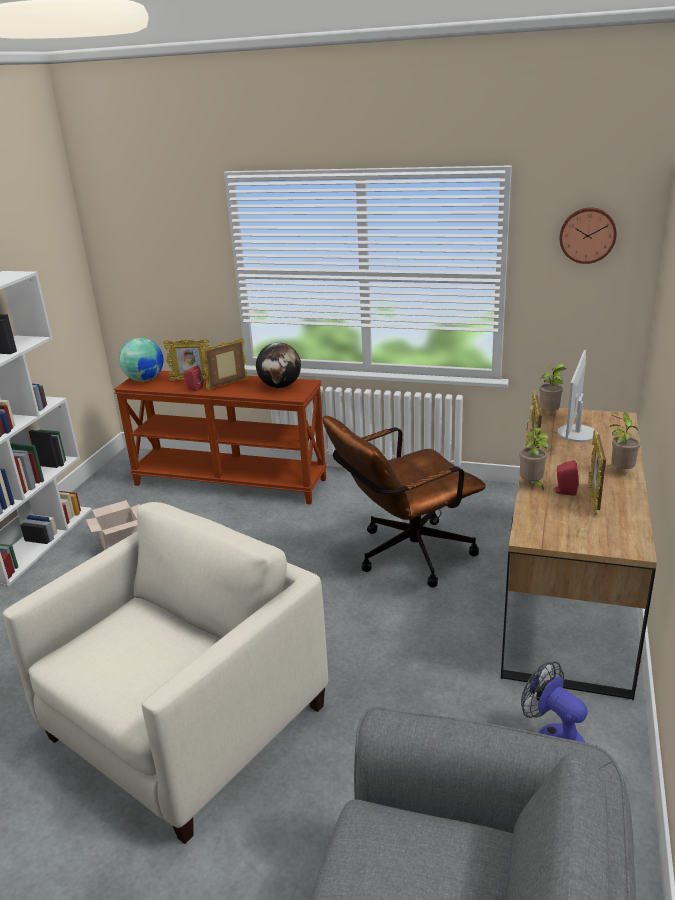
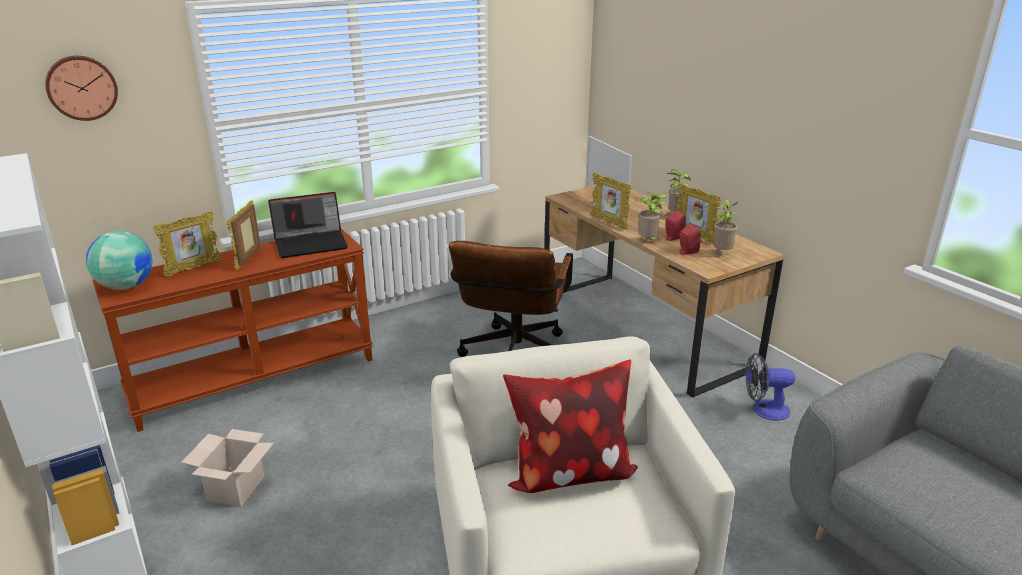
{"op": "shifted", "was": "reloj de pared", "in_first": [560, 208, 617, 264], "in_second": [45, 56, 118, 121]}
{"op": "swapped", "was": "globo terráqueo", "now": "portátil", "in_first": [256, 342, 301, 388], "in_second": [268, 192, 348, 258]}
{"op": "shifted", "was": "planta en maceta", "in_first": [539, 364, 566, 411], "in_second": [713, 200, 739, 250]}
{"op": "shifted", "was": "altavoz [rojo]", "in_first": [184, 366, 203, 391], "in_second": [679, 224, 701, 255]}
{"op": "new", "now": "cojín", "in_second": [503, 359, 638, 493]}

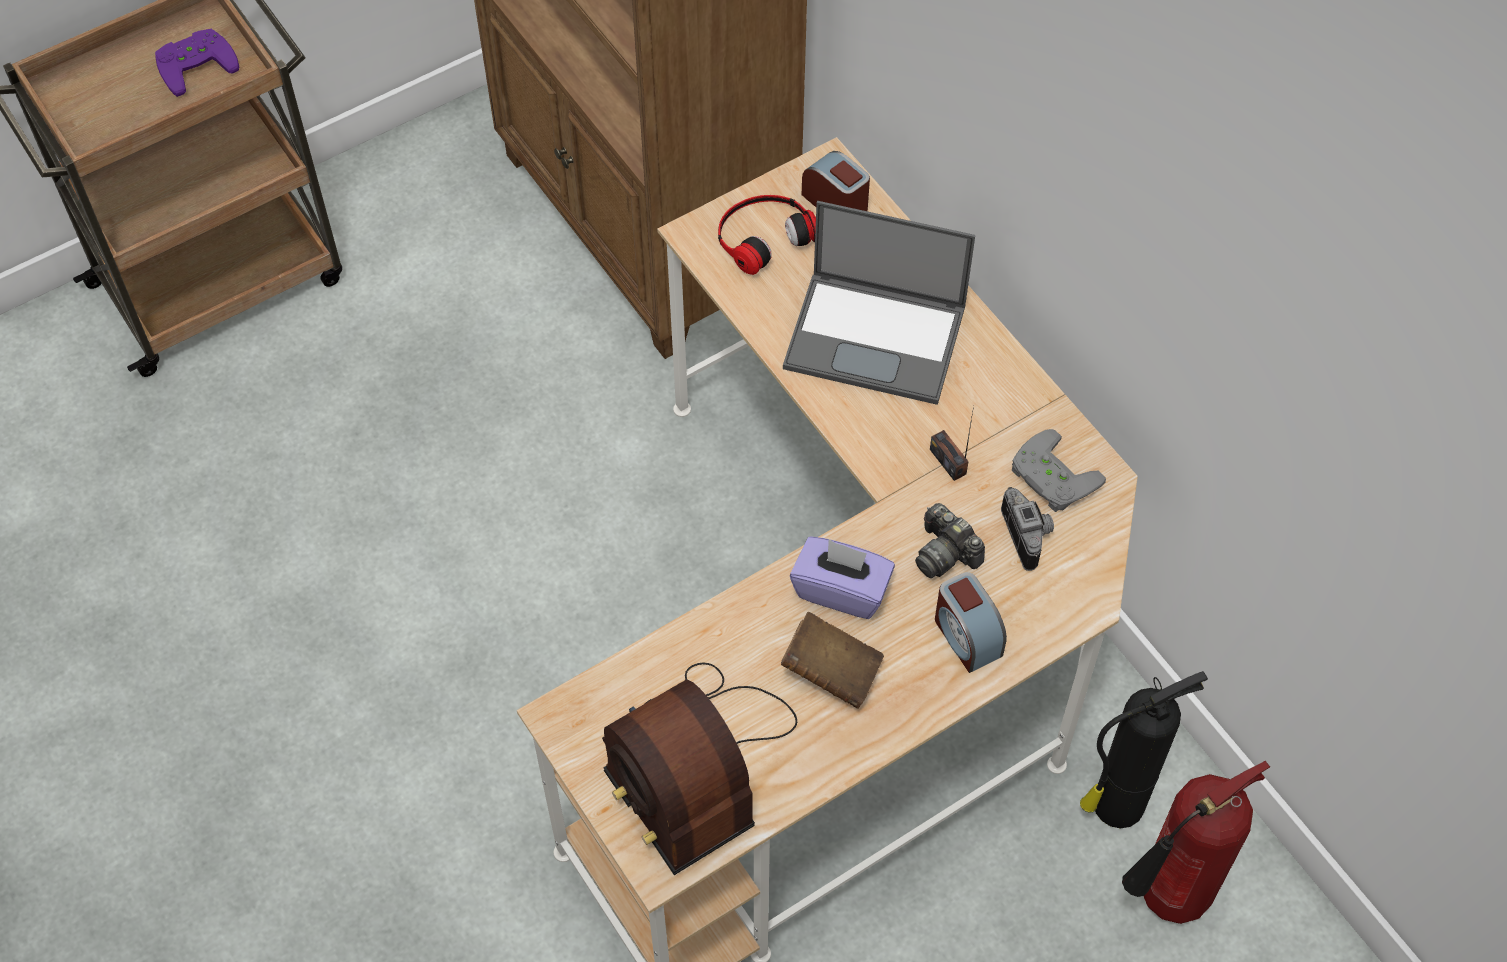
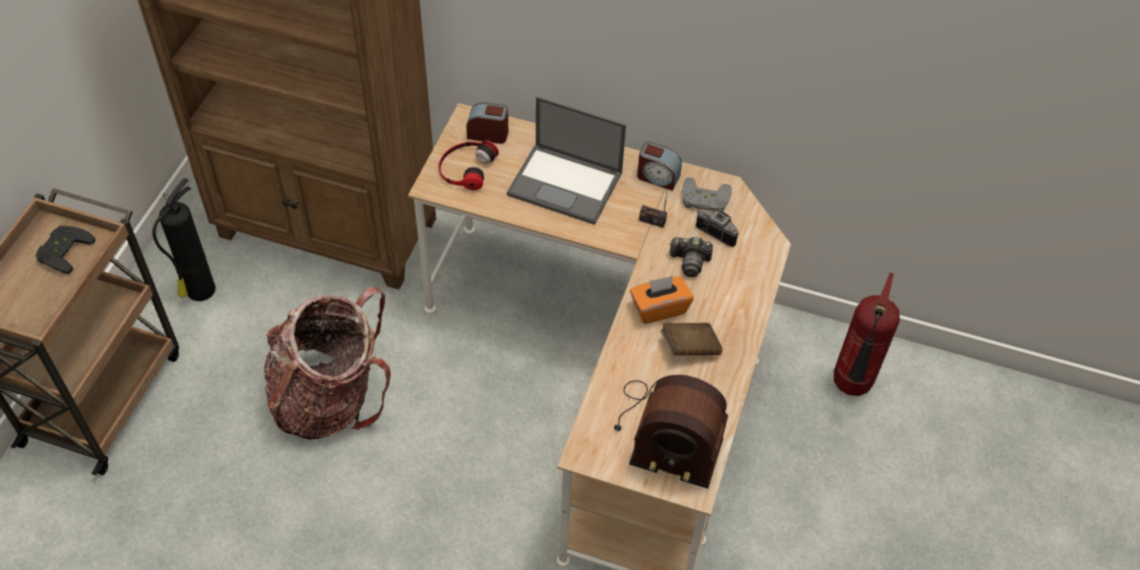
{"op": "repainted", "was": "mando de consola [morado]", "now": "mando de consola [negro]", "in_first": [155, 29, 239, 97], "in_second": [36, 226, 96, 274]}
{"op": "rotated", "was": "portátil", "in_first": [783, 201, 975, 405], "in_second": [507, 96, 626, 225], "clockwise": 45}
{"op": "repainted", "was": "caja de pañuelos [morado]", "now": "caja de pañuelos [naranja]", "in_first": [790, 536, 895, 619], "in_second": [630, 276, 694, 324]}
{"op": "shifted", "was": "despertador", "in_first": [935, 572, 1007, 673], "in_second": [637, 142, 682, 191]}
{"op": "shifted", "was": "extintor", "in_first": [1080, 671, 1208, 829], "in_second": [152, 178, 216, 301]}
{"op": "new", "now": "mochila", "in_second": [264, 287, 391, 440]}

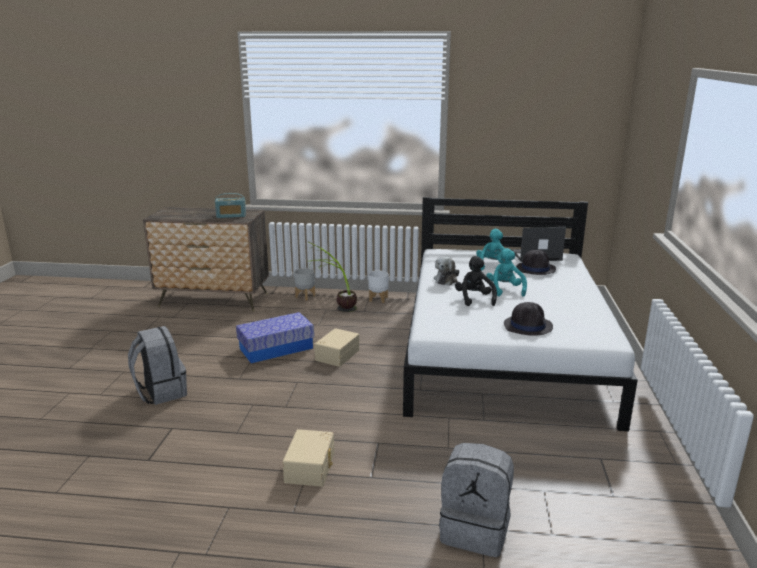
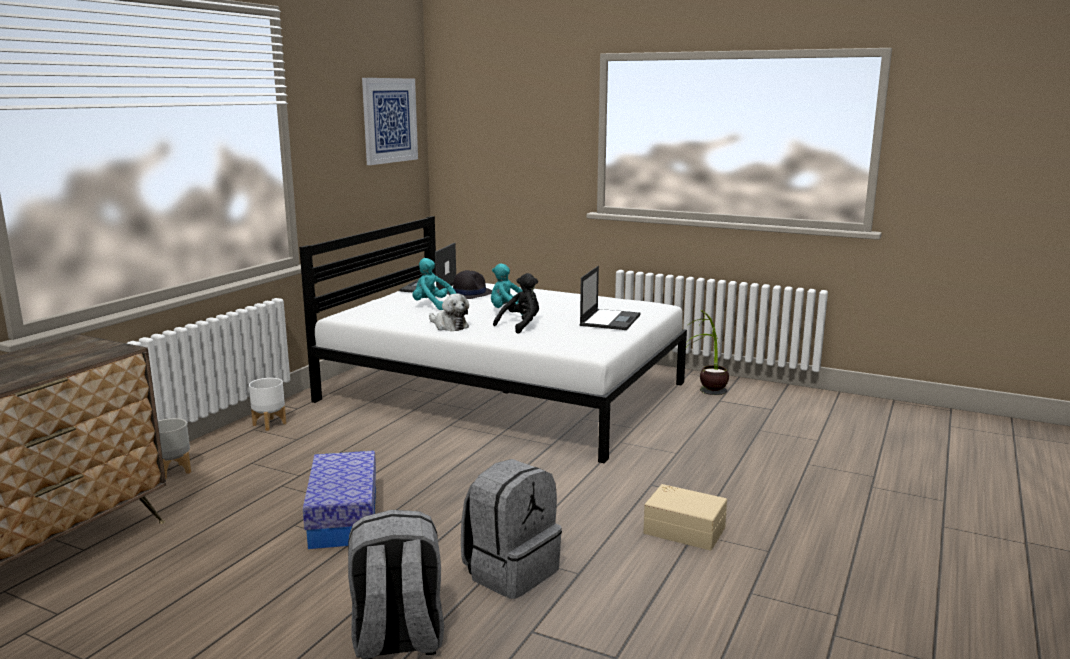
{"op": "gone", "was": "radio", "in_first": [215, 193, 246, 218]}
{"op": "shifted", "was": "planta en maceta", "in_first": [308, 242, 357, 312], "in_second": [684, 310, 729, 395]}
{"op": "rotated", "was": "peluche [negro]", "in_first": [455, 256, 497, 306], "in_second": [493, 273, 539, 334], "clockwise": 120}
{"op": "swapped", "was": "sombrero [negro]", "now": "portátil", "in_first": [504, 302, 553, 336], "in_second": [579, 266, 640, 330]}
{"op": "gone", "was": "caja de almacenaje [beis]", "in_first": [314, 328, 359, 367]}
{"op": "shifted", "was": "mochila [gris]", "in_first": [439, 443, 514, 557], "in_second": [461, 459, 562, 599]}
{"op": "new", "now": "cuadro", "in_second": [362, 78, 418, 165]}

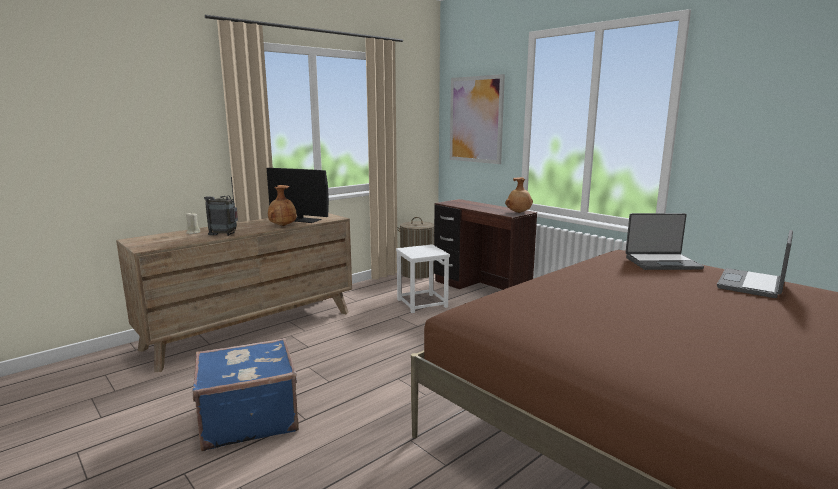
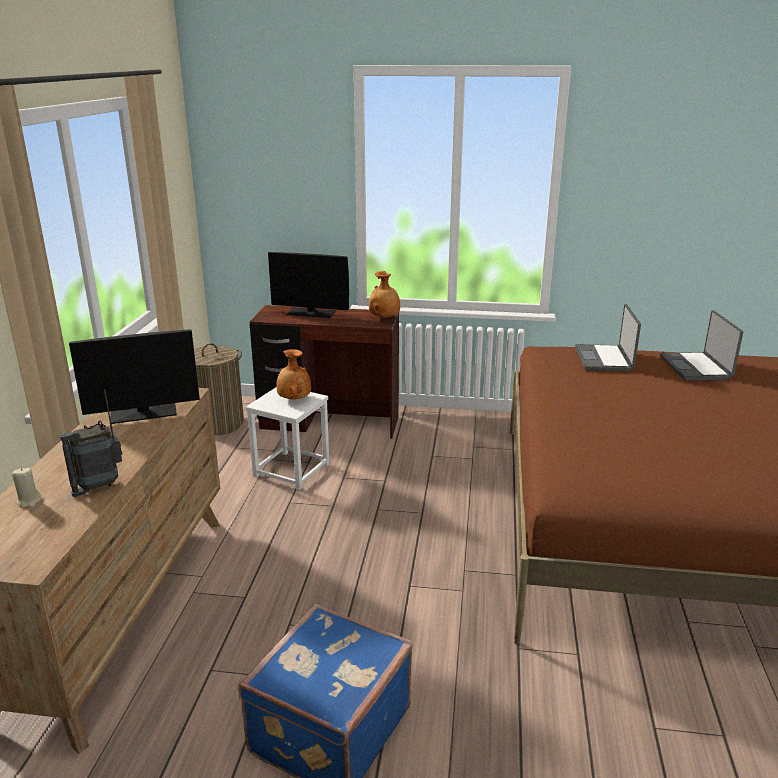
{"op": "gone", "was": "cuadro", "in_first": [450, 74, 505, 164]}
{"op": "shifted", "was": "florero [marrón]", "in_first": [268, 185, 296, 226], "in_second": [276, 349, 311, 400]}
{"op": "rotated", "was": "portátil", "in_first": [625, 213, 704, 270], "in_second": [575, 304, 641, 372], "clockwise": 135}
{"op": "new", "now": "monitor", "in_second": [268, 252, 349, 318]}

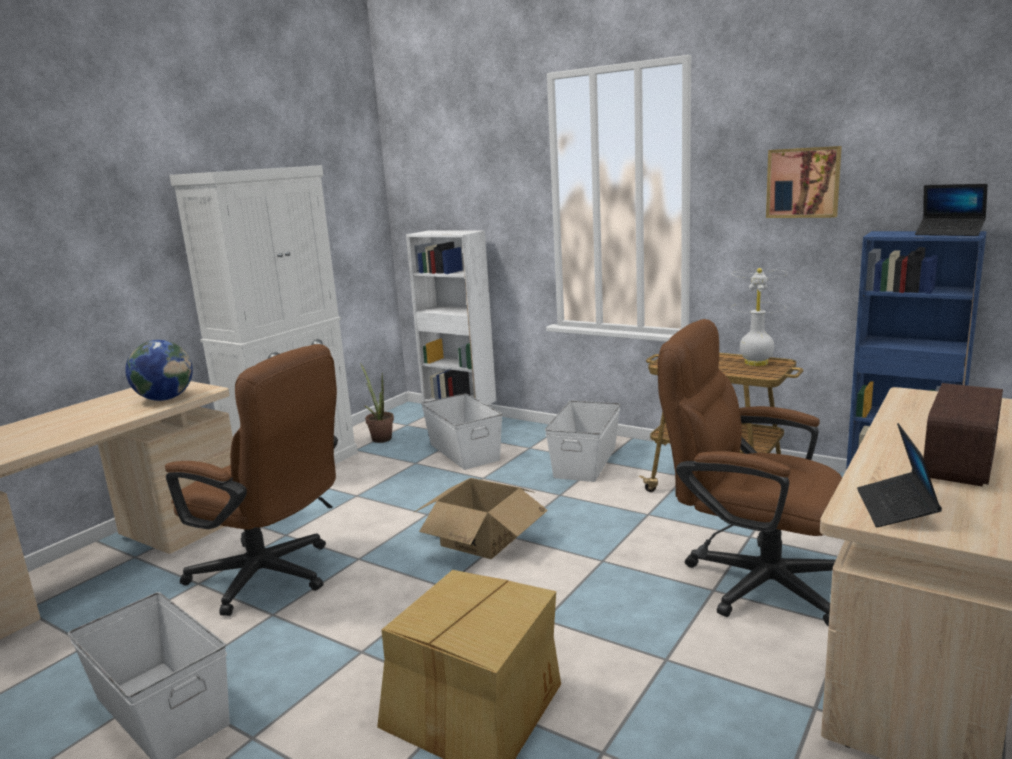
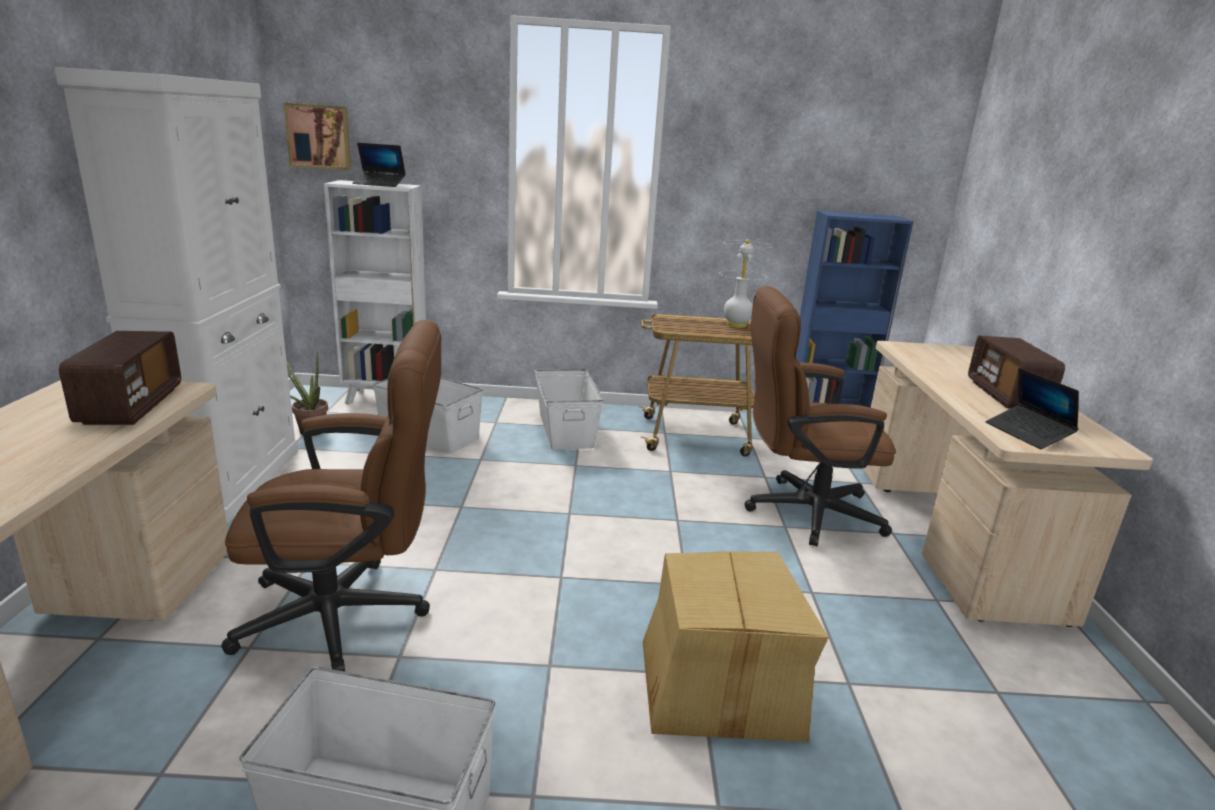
{"op": "shifted", "was": "cuadro", "in_first": [766, 146, 842, 218], "in_second": [284, 103, 351, 170]}
{"op": "shifted", "was": "portátil", "in_first": [915, 184, 988, 236], "in_second": [353, 142, 406, 187]}
{"op": "swapped", "was": "globo terráqueo", "now": "radio", "in_first": [125, 340, 193, 401], "in_second": [59, 331, 181, 425]}
{"op": "gone", "was": "caja de cartón", "in_first": [415, 478, 548, 559]}

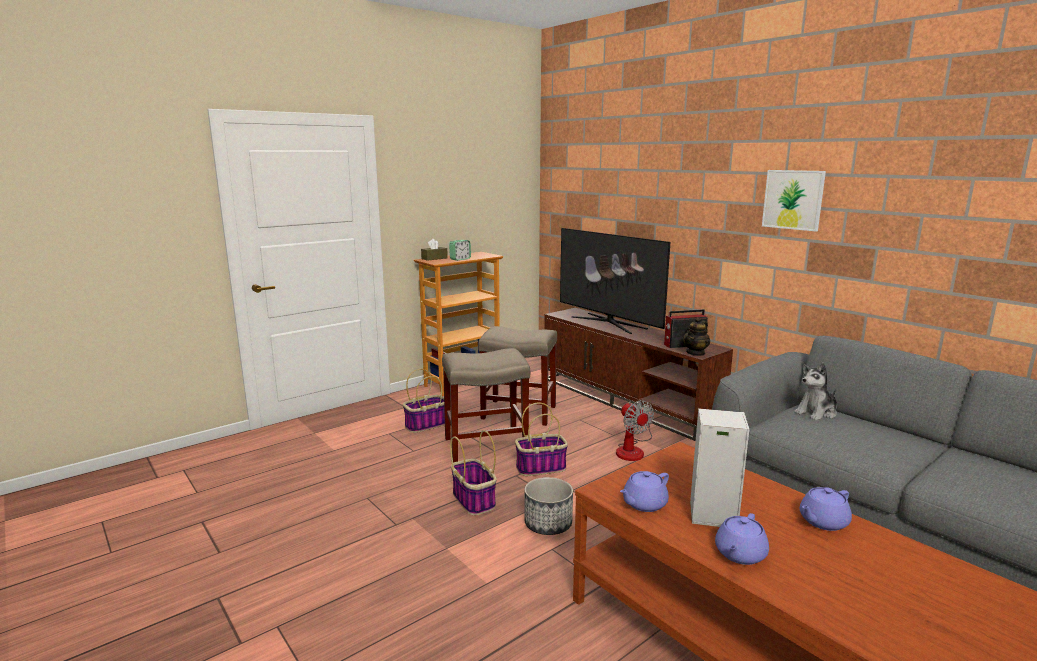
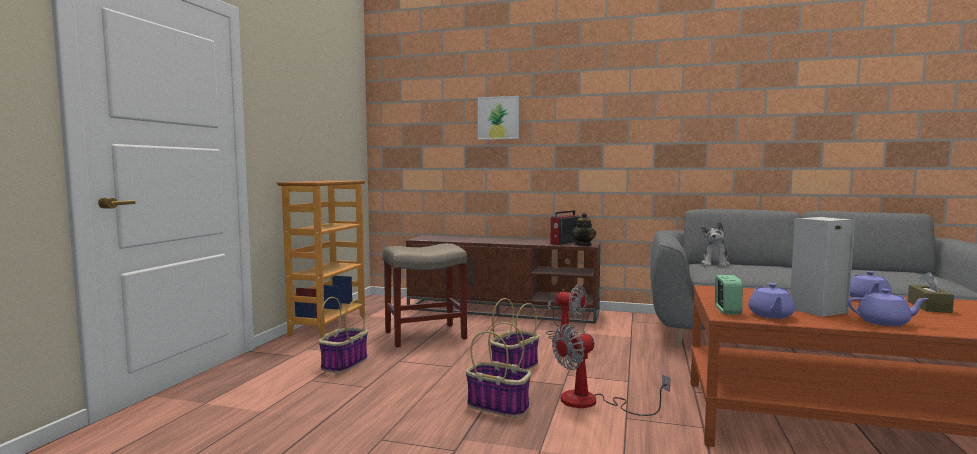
{"op": "shifted", "was": "cuadro", "in_first": [762, 170, 826, 231], "in_second": [478, 96, 519, 140]}
{"op": "gone", "was": "televisor", "in_first": [560, 228, 670, 334]}
{"op": "shifted", "was": "caja de pañuelos [marrón]", "in_first": [421, 239, 448, 261], "in_second": [908, 272, 954, 313]}
{"op": "shifted", "was": "despertador", "in_first": [449, 240, 471, 261], "in_second": [715, 275, 743, 315]}
{"op": "gone", "was": "taburete [beis]", "in_first": [442, 348, 530, 463]}
{"op": "swapped", "was": "maceta", "now": "ventilador", "in_first": [524, 477, 573, 535], "in_second": [552, 324, 670, 416]}
{"op": "rotated", "was": "tetera [morado]", "in_first": [715, 513, 769, 565], "in_second": [847, 289, 929, 326], "clockwise": -75}

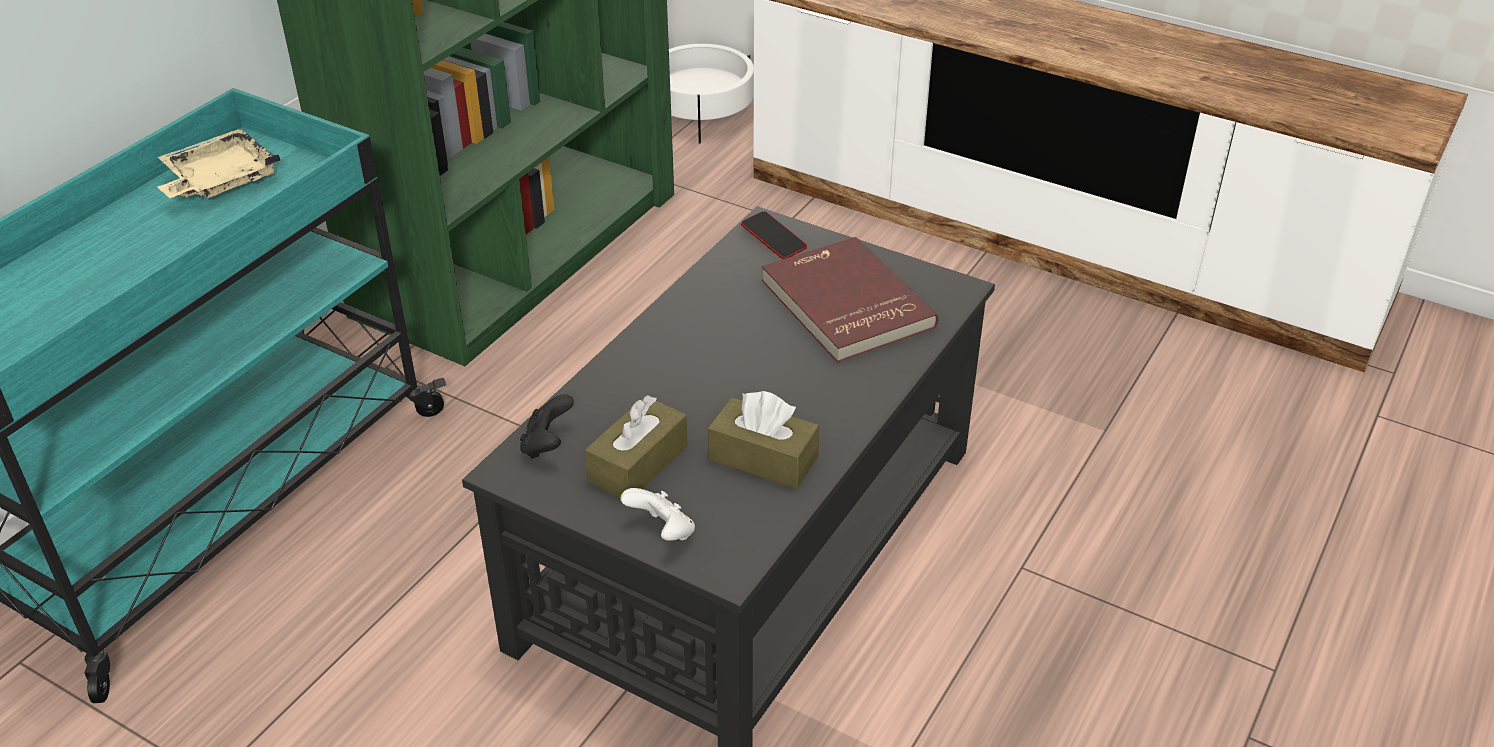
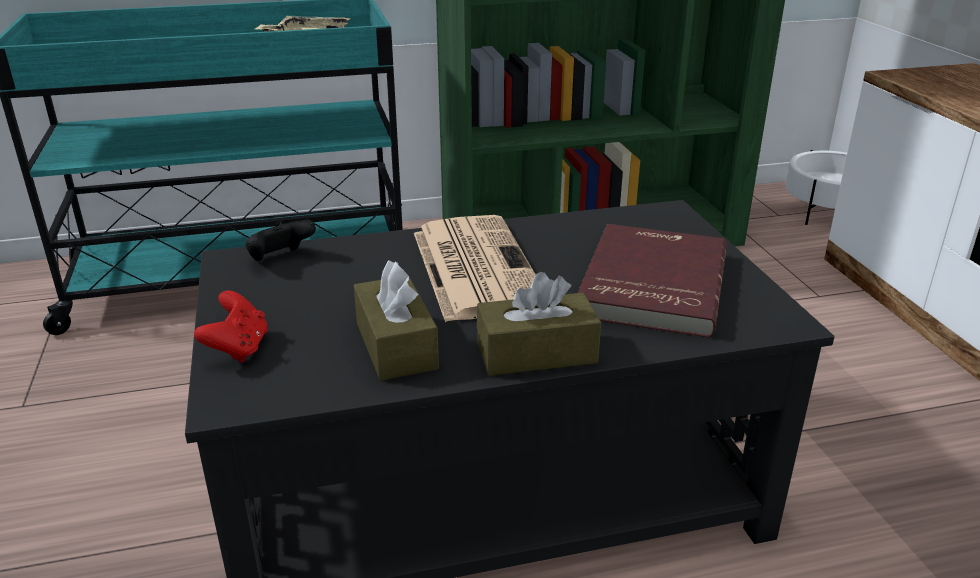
{"op": "gone", "was": "móvil", "in_first": [741, 211, 807, 259]}
{"op": "shifted", "was": "caja de pañuelos [marrón]", "in_first": [585, 395, 688, 498], "in_second": [477, 272, 601, 376]}
{"op": "repainted", "was": "mando de consola [blanco]", "now": "mando de consola [rojo]", "in_first": [621, 488, 695, 541], "in_second": [194, 290, 268, 363]}
{"op": "new", "now": "periódico", "in_second": [414, 215, 536, 322]}

